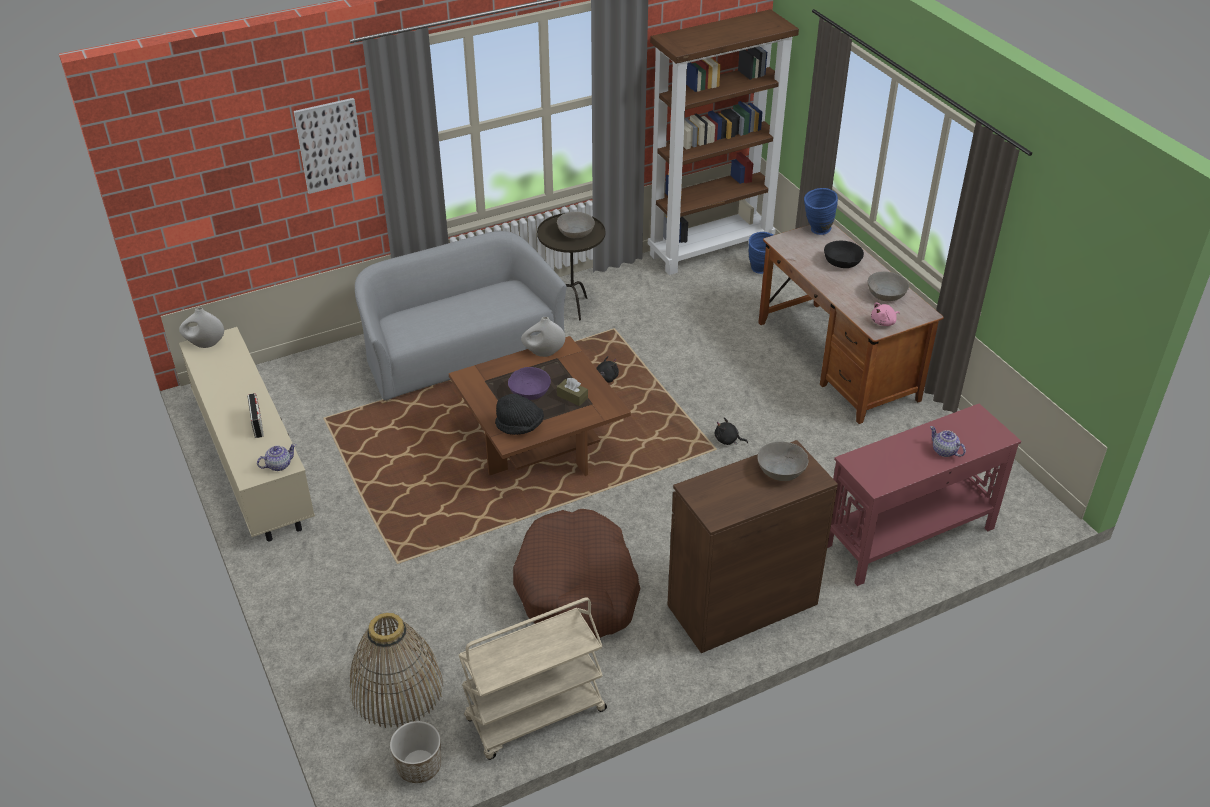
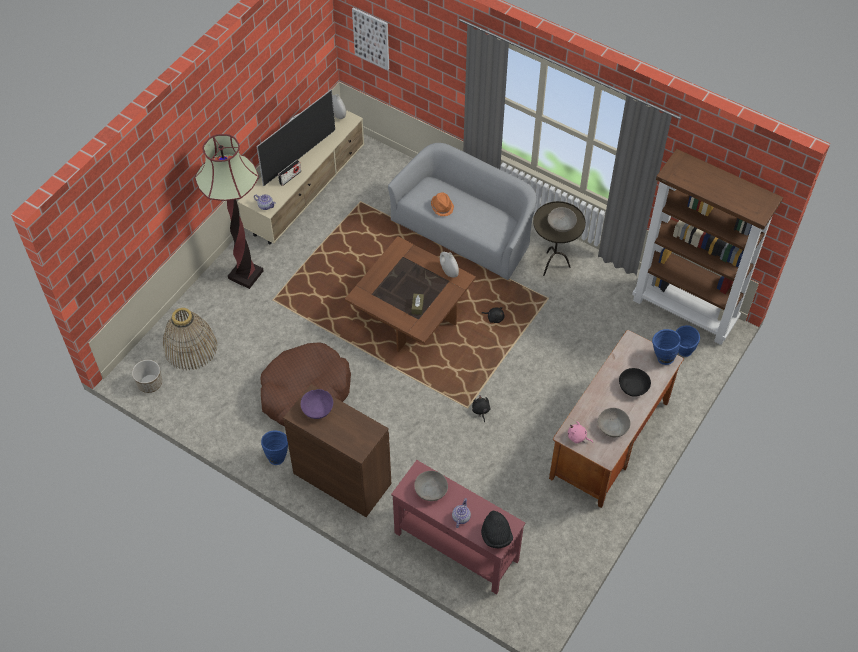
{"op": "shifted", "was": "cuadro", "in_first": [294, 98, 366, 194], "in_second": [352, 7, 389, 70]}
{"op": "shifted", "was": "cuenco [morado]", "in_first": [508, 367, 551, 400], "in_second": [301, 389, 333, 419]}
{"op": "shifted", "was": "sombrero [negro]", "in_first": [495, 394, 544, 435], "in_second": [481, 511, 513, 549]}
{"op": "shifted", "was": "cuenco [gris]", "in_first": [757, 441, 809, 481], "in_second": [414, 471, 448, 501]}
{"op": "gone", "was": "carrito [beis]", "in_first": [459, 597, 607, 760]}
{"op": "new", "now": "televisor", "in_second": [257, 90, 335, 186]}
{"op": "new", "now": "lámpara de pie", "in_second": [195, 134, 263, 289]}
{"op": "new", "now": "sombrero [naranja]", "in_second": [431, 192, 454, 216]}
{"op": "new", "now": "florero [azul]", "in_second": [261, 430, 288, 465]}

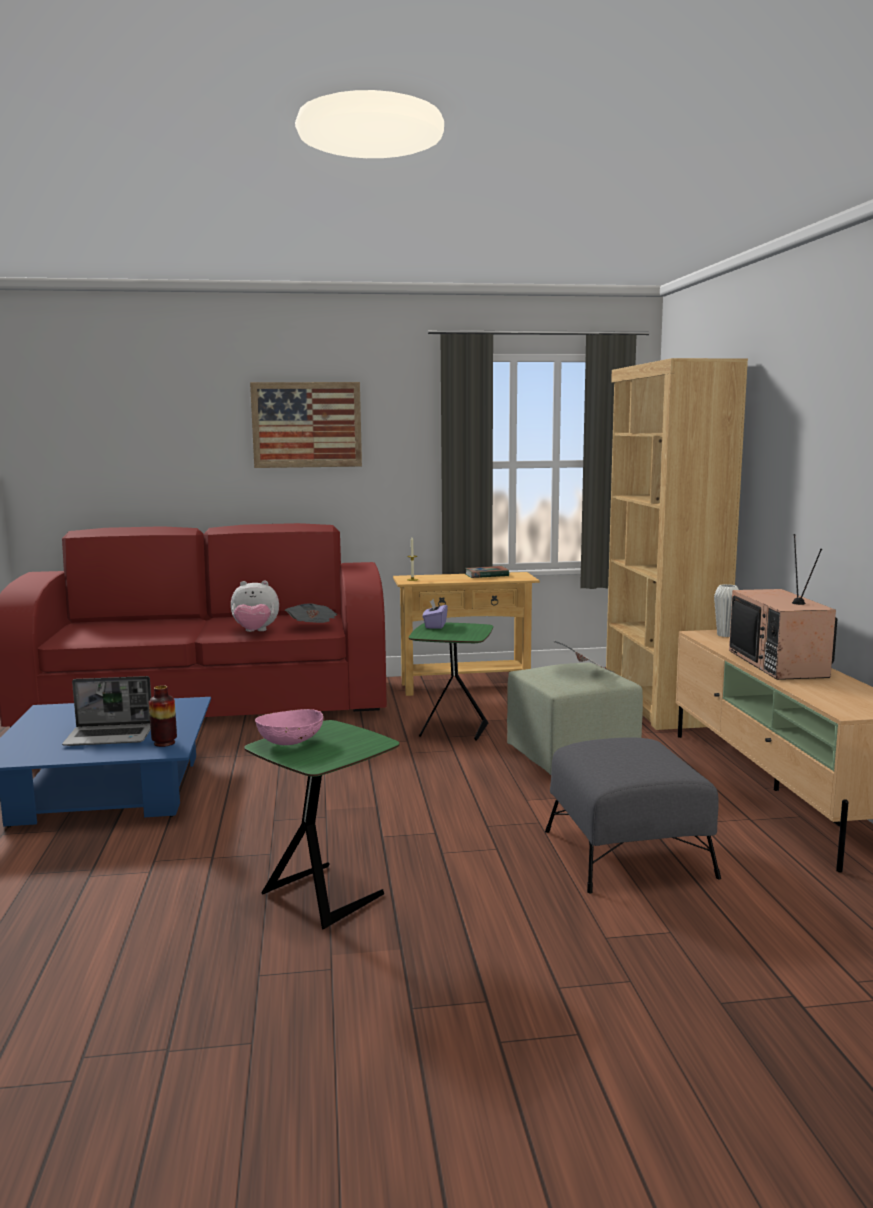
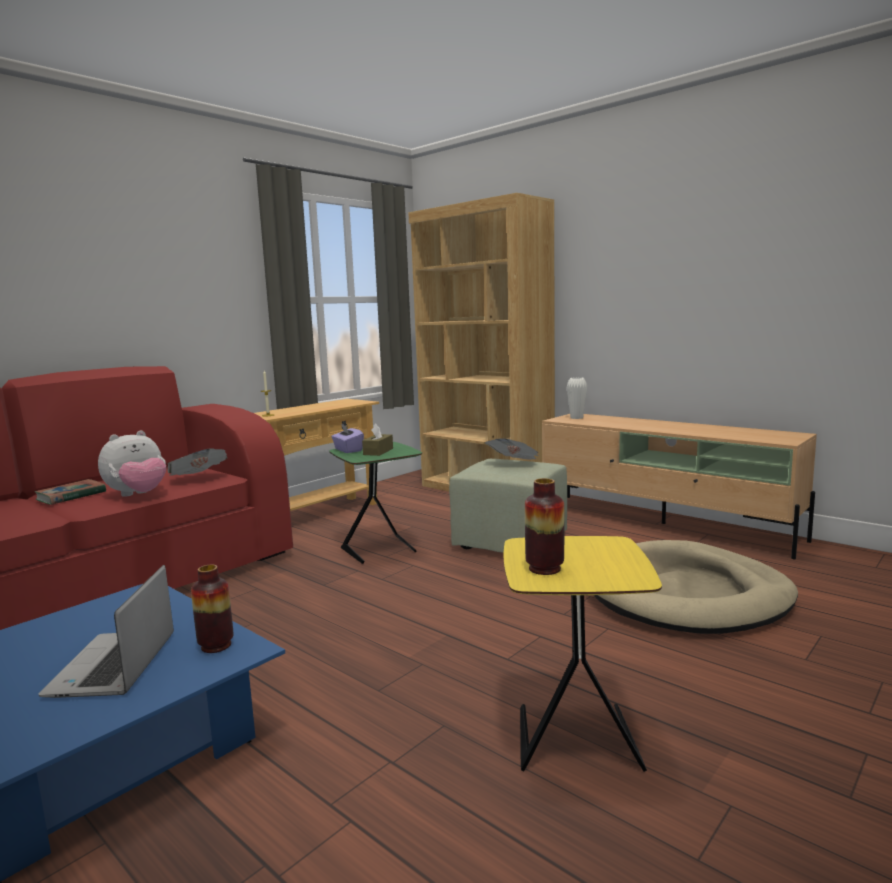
{"op": "gone", "was": "cuadro", "in_first": [250, 382, 362, 468]}
{"op": "gone", "was": "televisor", "in_first": [729, 534, 837, 680]}
{"op": "shifted", "was": "libro", "in_first": [465, 566, 509, 578], "in_second": [34, 479, 106, 505]}
{"op": "rotated", "was": "portátil", "in_first": [62, 676, 151, 746], "in_second": [39, 565, 174, 698], "clockwise": 135}
{"op": "swapped", "was": "cuenco [rosa]", "now": "florero", "in_first": [255, 709, 324, 745], "in_second": [525, 478, 564, 575]}
{"op": "repainted", "was": "mesa auxiliar [verde]", "now": "mesa auxiliar [amarillo]", "in_first": [244, 720, 399, 929], "in_second": [504, 536, 662, 772]}
{"op": "swapped", "was": "puf [gris]", "now": "cama para perro [beis]", "in_first": [545, 737, 721, 894], "in_second": [594, 540, 798, 634]}
{"op": "new", "now": "caja de pañuelos [marrón]", "in_second": [362, 423, 393, 456]}

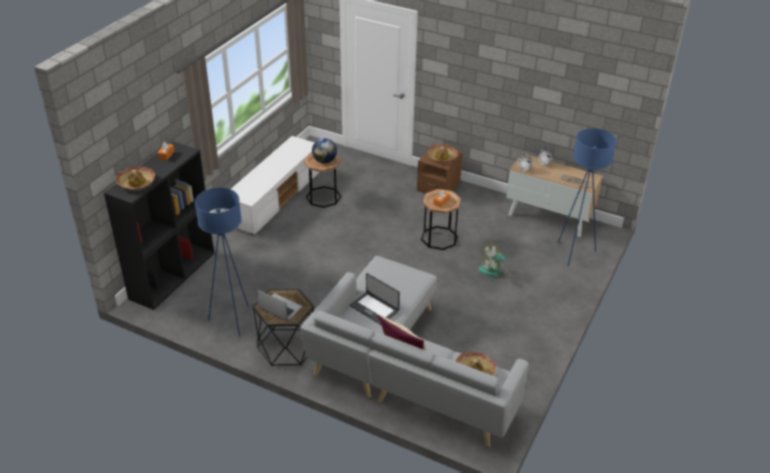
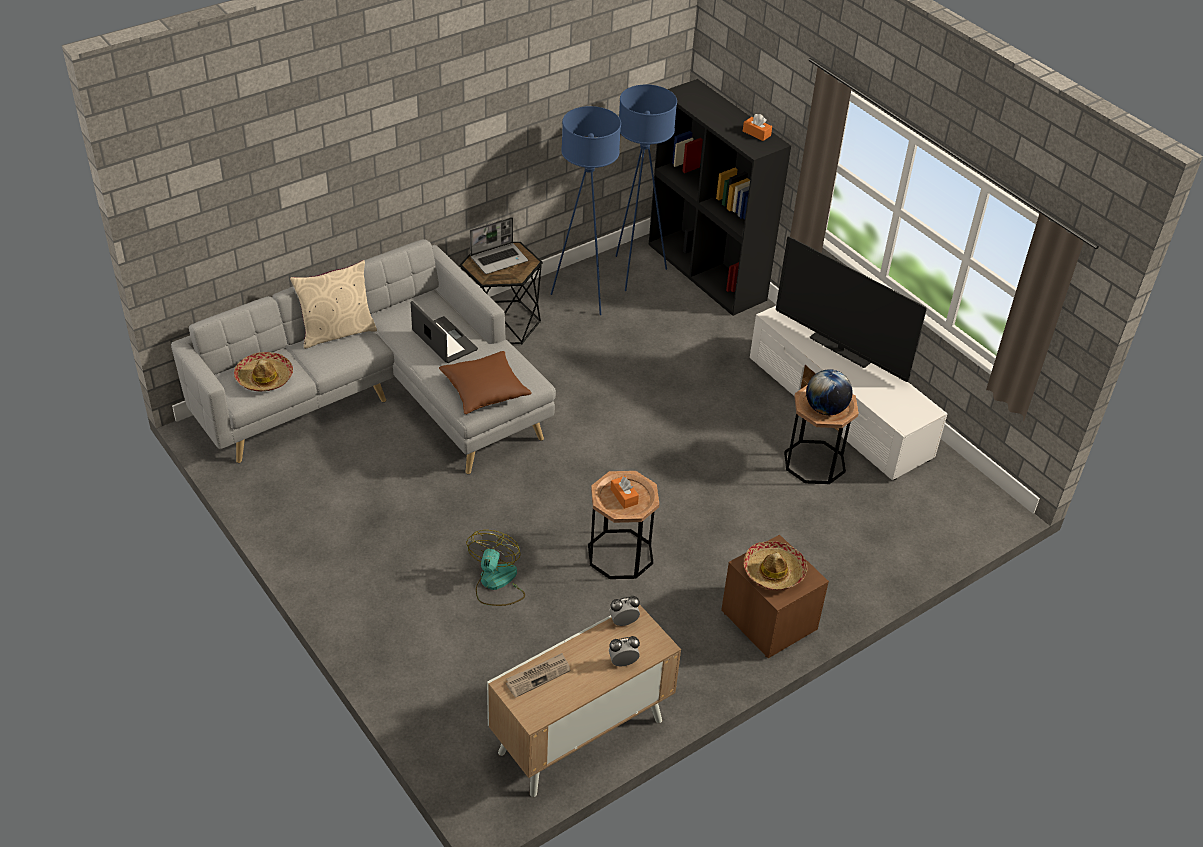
{"op": "shifted", "was": "lámpara de pie [azul]", "in_first": [557, 128, 616, 266], "in_second": [615, 85, 677, 291]}
{"op": "gone", "was": "sombrero", "in_first": [115, 166, 155, 190]}
{"op": "rotated", "was": "portátil", "in_first": [349, 273, 400, 325], "in_second": [411, 301, 478, 363], "clockwise": 75}
{"op": "new", "now": "televisor", "in_second": [776, 236, 927, 382]}
{"op": "new", "now": "cojín [marrón]", "in_second": [439, 351, 532, 414]}

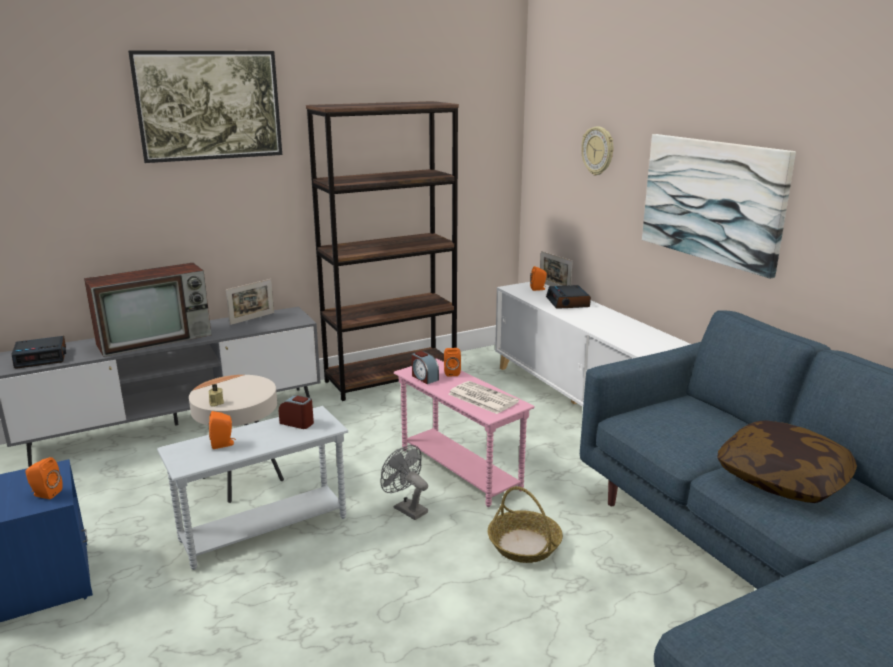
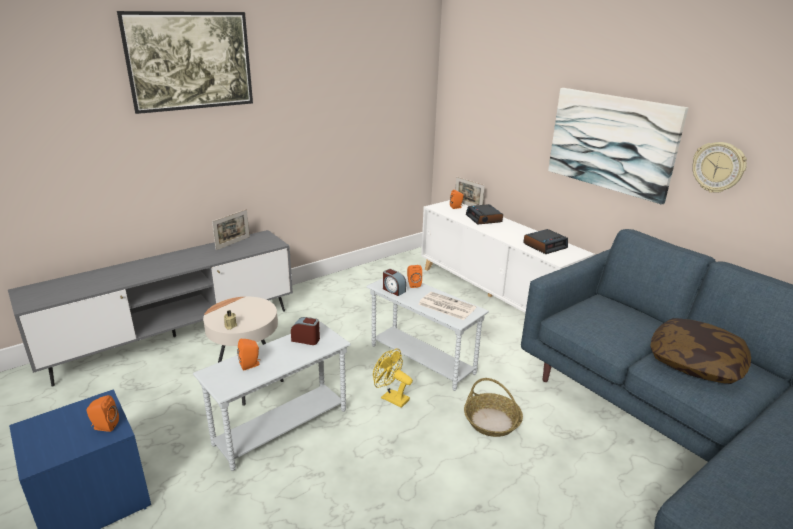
{"op": "gone", "was": "estantería [marrón]", "in_first": [306, 101, 459, 401]}
{"op": "shifted", "was": "reloj de pared", "in_first": [581, 126, 613, 176], "in_second": [692, 142, 747, 193]}
{"op": "gone", "was": "televisor", "in_first": [84, 263, 211, 357]}
{"op": "shifted", "was": "despertador", "in_first": [12, 336, 66, 369], "in_second": [523, 229, 568, 254]}
{"op": "repainted", "was": "mesa auxiliar [rosa]", "now": "mesa auxiliar [blanco]", "in_first": [394, 358, 535, 507], "in_second": [366, 275, 489, 391]}
{"op": "repainted", "was": "ventilador [gris]", "now": "ventilador [amarillo]", "in_first": [381, 445, 428, 520], "in_second": [373, 348, 413, 408]}

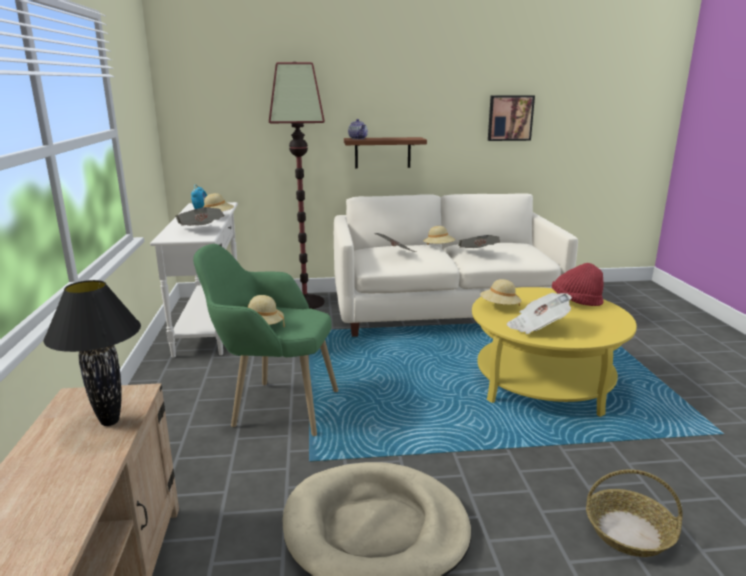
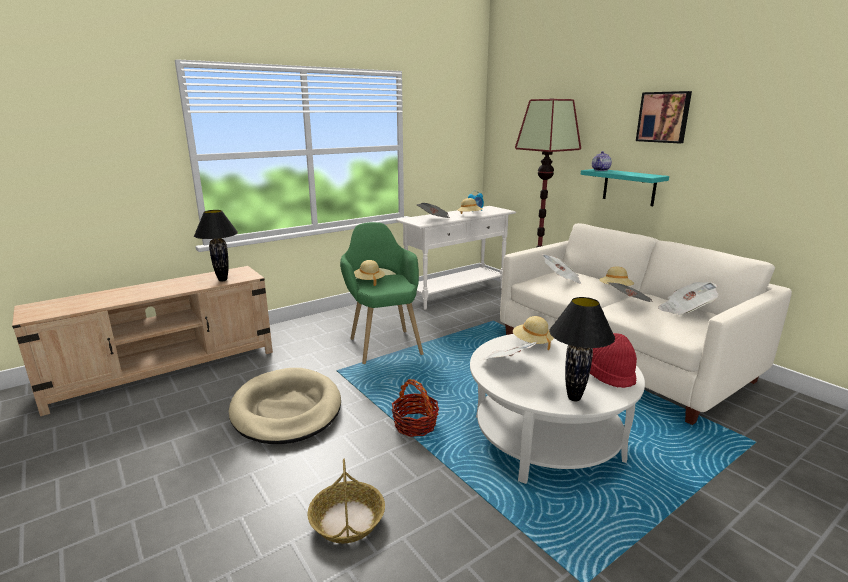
{"op": "shifted", "was": "cuadro", "in_first": [488, 95, 535, 141], "in_second": [636, 91, 692, 143]}
{"op": "repainted", "was": "estante [marrón]", "now": "estante [turquesa]", "in_first": [344, 137, 427, 168], "in_second": [581, 169, 669, 206]}
{"op": "repainted", "was": "mesa de centro [amarillo]", "now": "mesa de centro [blanco]", "in_first": [472, 287, 637, 417], "in_second": [470, 334, 645, 484]}
{"op": "new", "now": "periódico", "in_second": [658, 282, 719, 315]}
{"op": "new", "now": "lámpara de mesa [negro]", "in_second": [549, 297, 615, 401]}
{"op": "new", "now": "cesta", "in_second": [392, 379, 439, 437]}

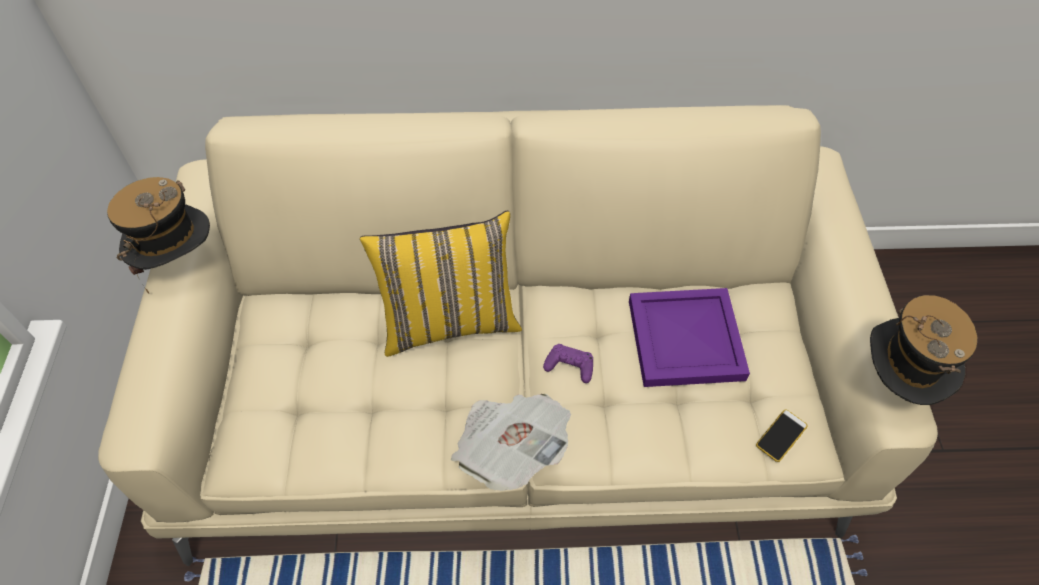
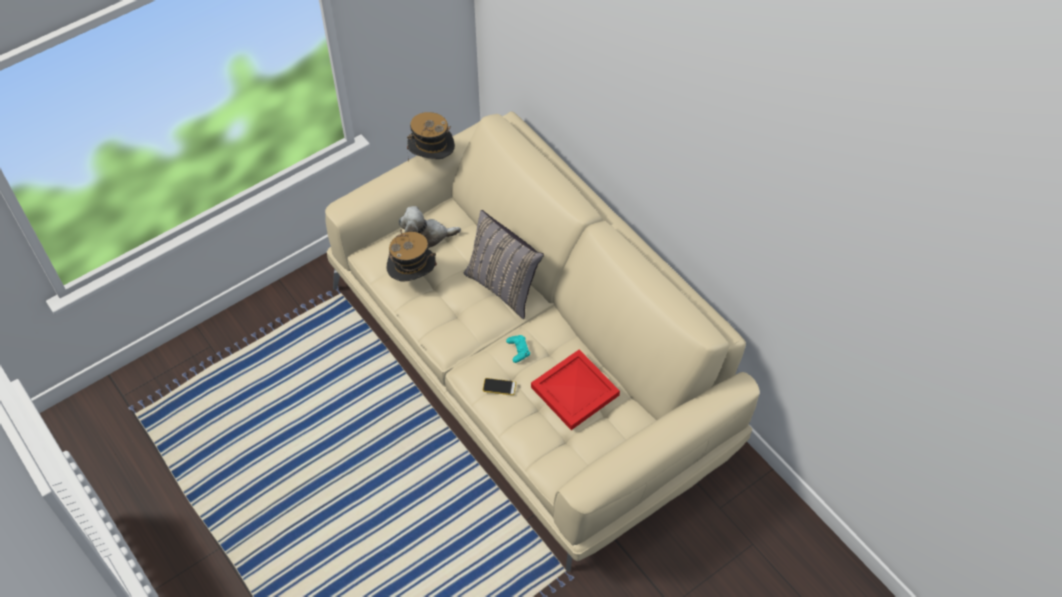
{"op": "repainted", "was": "cojín [amarillo]", "now": "cojín [gris]", "in_first": [360, 211, 522, 357], "in_second": [464, 210, 544, 319]}
{"op": "repainted", "was": "bandeja [morado]", "now": "bandeja [rojo]", "in_first": [629, 288, 750, 387], "in_second": [531, 350, 620, 430]}
{"op": "shifted", "was": "sombrero", "in_first": [870, 295, 977, 405], "in_second": [387, 229, 437, 282]}
{"op": "repainted", "was": "mando de consola [morado]", "now": "mando de consola [turquesa]", "in_first": [543, 344, 593, 383], "in_second": [506, 335, 530, 363]}
{"op": "gone", "was": "periódico", "in_first": [451, 393, 571, 491]}
{"op": "shifted", "was": "móvil", "in_first": [756, 410, 807, 462], "in_second": [483, 378, 516, 395]}
{"op": "new", "now": "peluche", "in_second": [399, 206, 461, 249]}

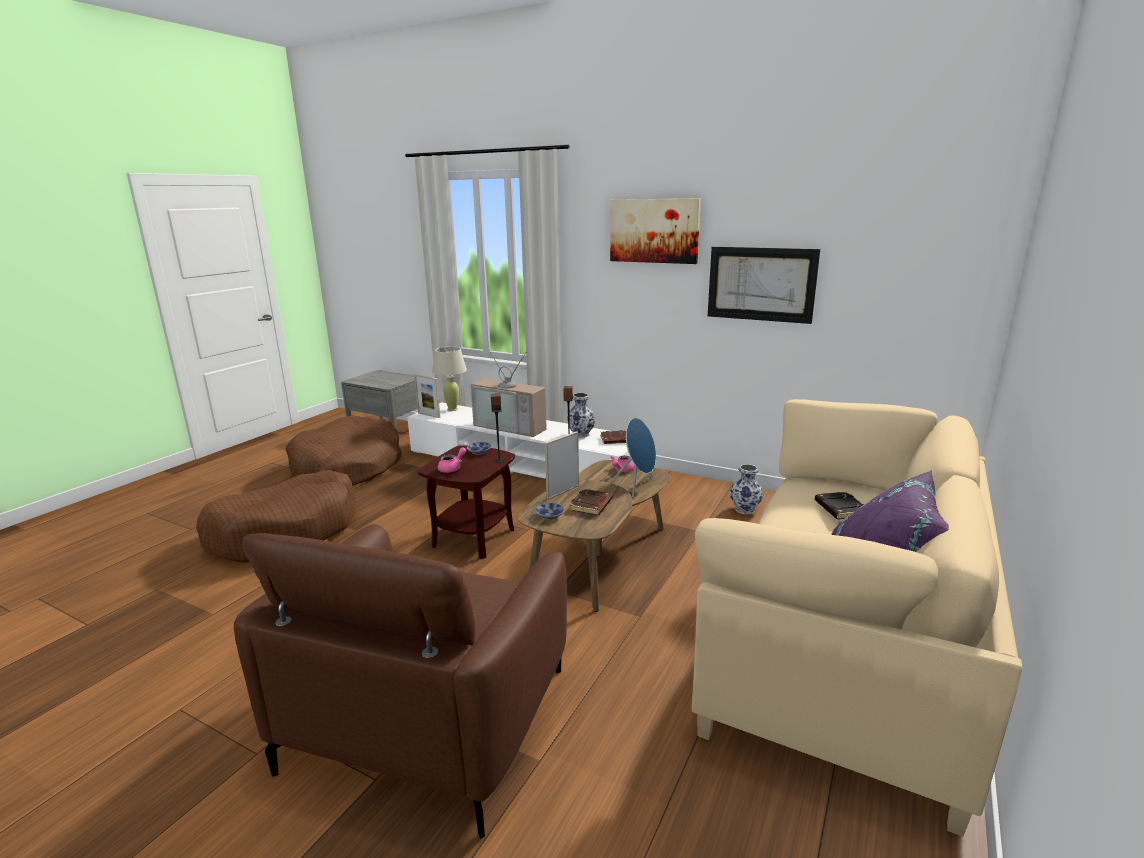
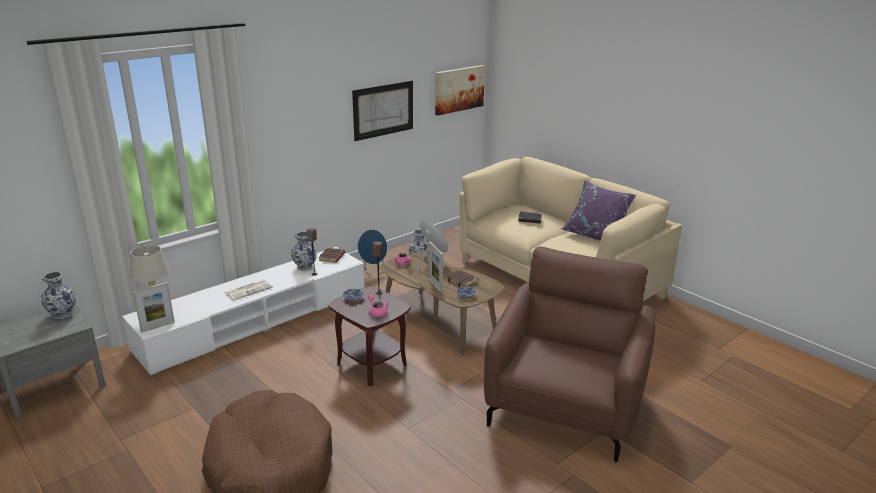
{"op": "shifted", "was": "cuadro", "in_first": [610, 198, 701, 264], "in_second": [435, 65, 485, 116]}
{"op": "swapped", "was": "televisor", "now": "periódico", "in_first": [471, 349, 547, 437], "in_second": [224, 279, 273, 300]}
{"op": "gone", "was": "cama para perro [marrón]", "in_first": [286, 415, 402, 486]}
{"op": "rotated", "was": "sillón [marrón]", "in_first": [234, 524, 567, 839], "in_second": [484, 246, 656, 462], "clockwise": -105}
{"op": "new", "now": "altavoz [azul]", "in_second": [358, 229, 387, 270]}
{"op": "new", "now": "florero", "in_second": [41, 272, 76, 319]}

